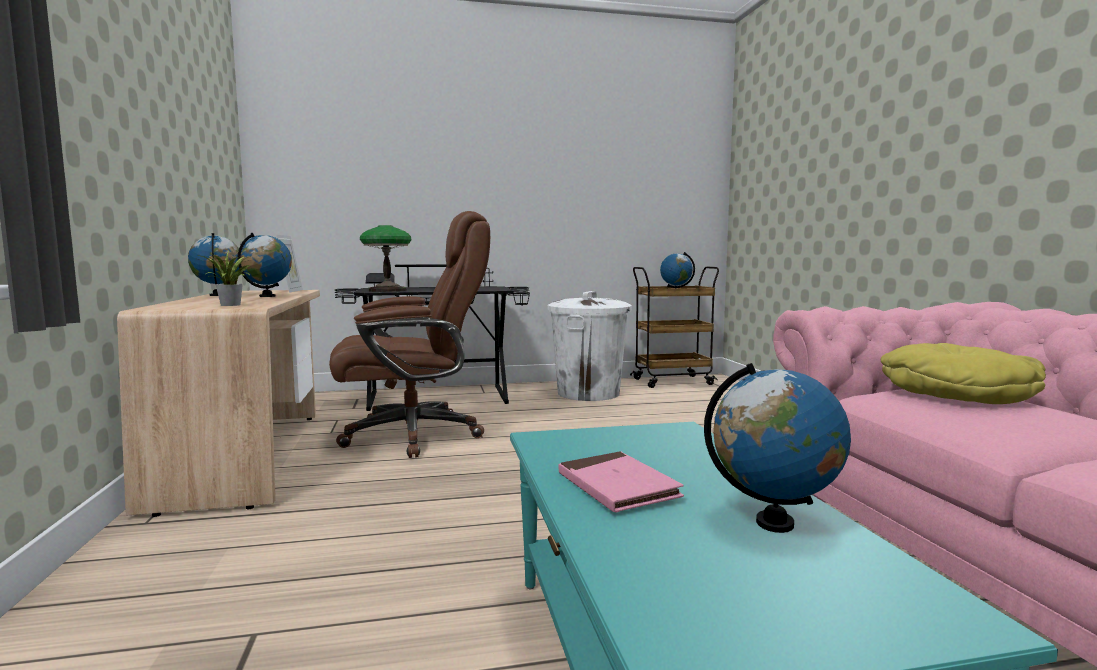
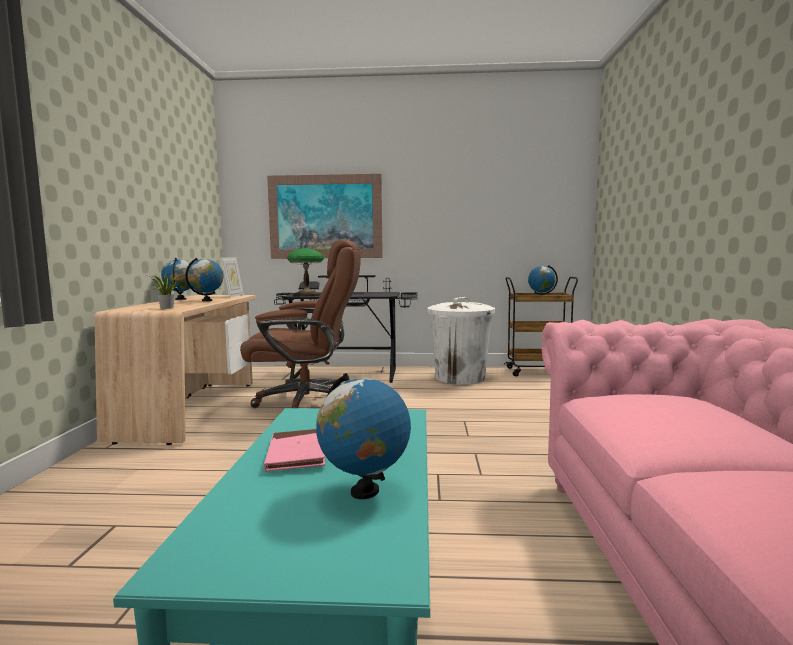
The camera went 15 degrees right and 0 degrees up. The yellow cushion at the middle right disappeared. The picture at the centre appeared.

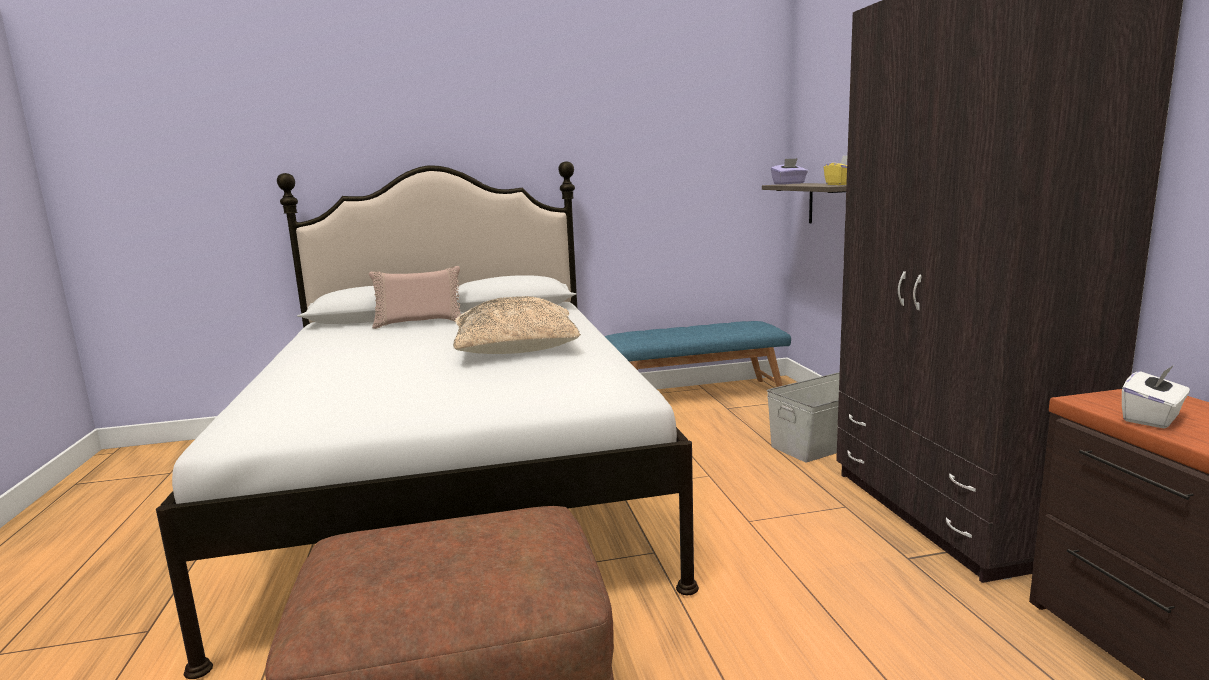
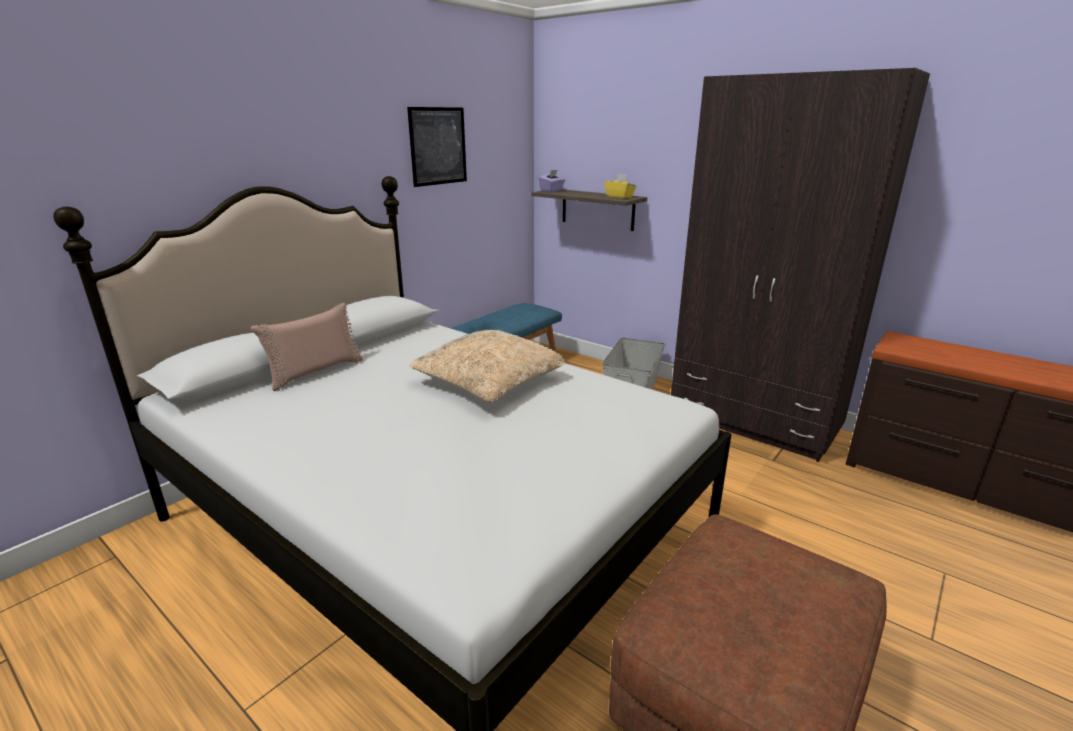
The camera went 40 degrees left and 10 degrees up. The white box of tissues at the middle right disappeared. The picture at the top centre appeared.

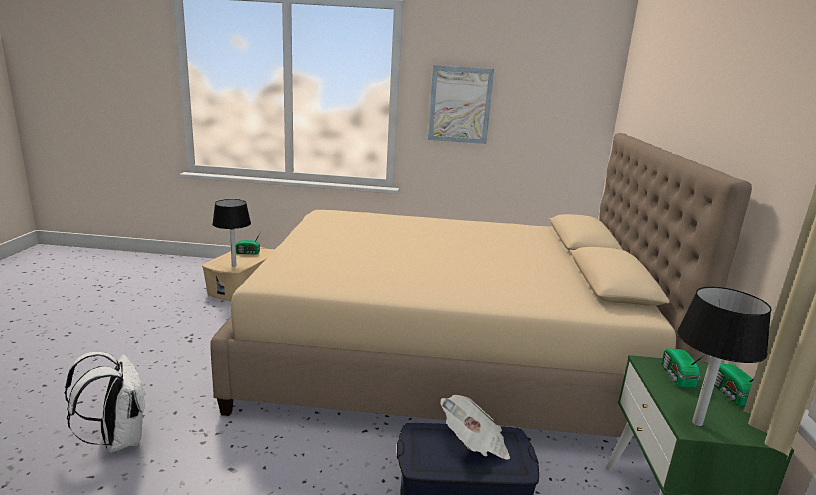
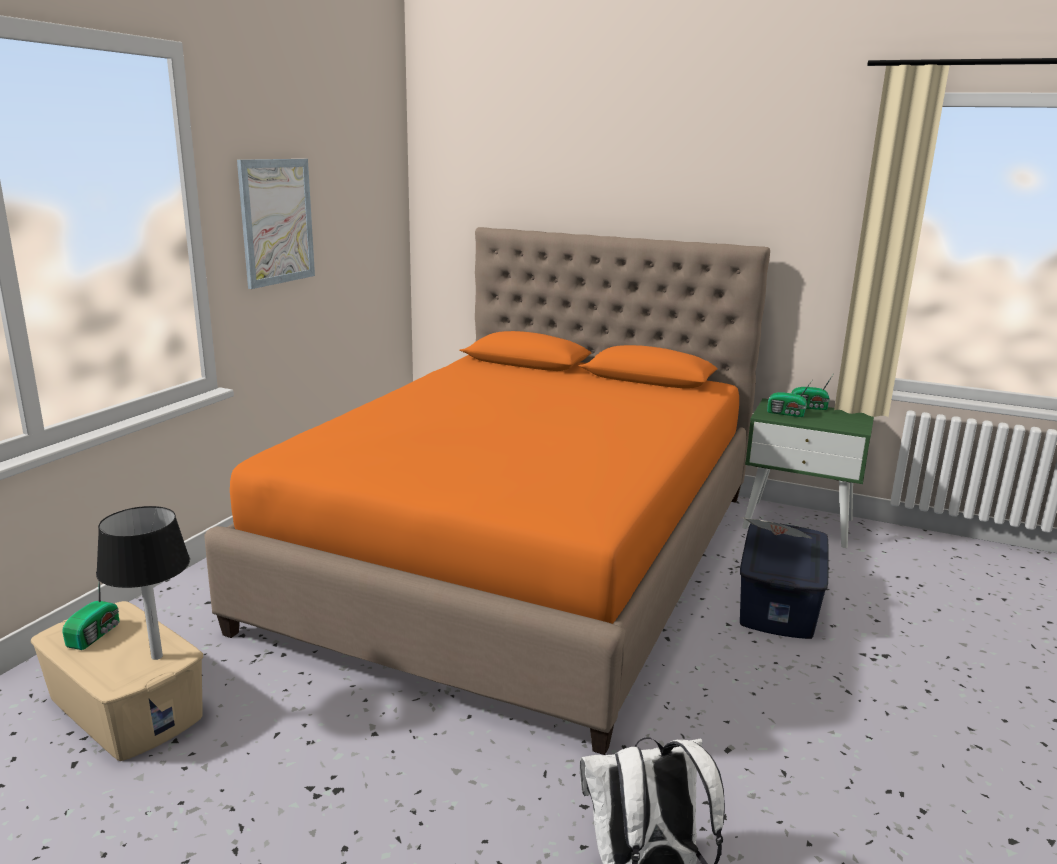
The camera went 70 degrees left and 0 degrees up. The beige bed at the centre became the orange bed at the centre. The blackish lamp for a table (no. 2 from left) at the bottom right disappeared.

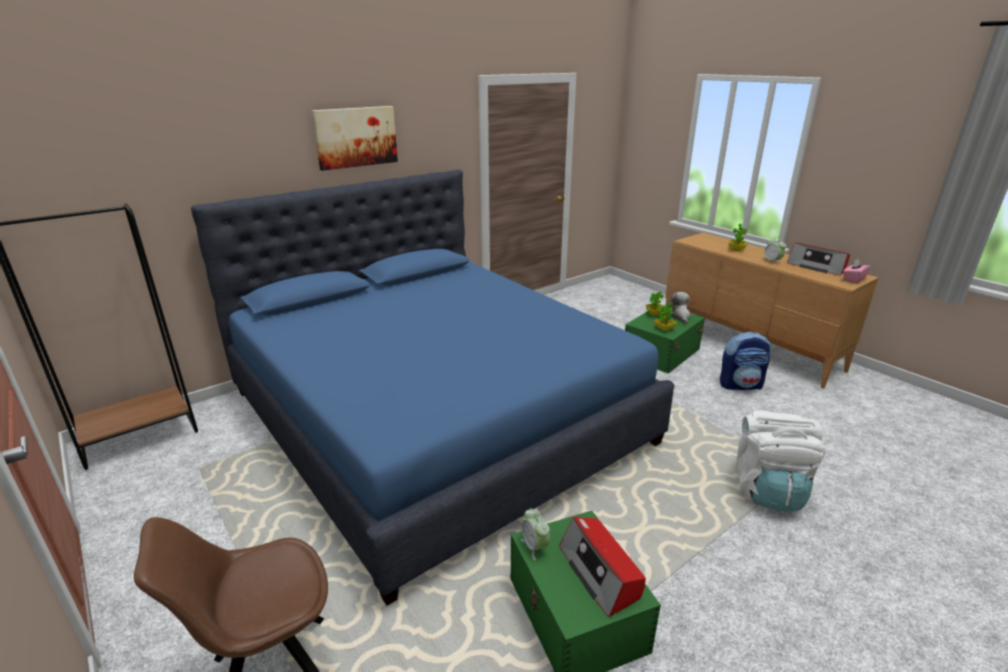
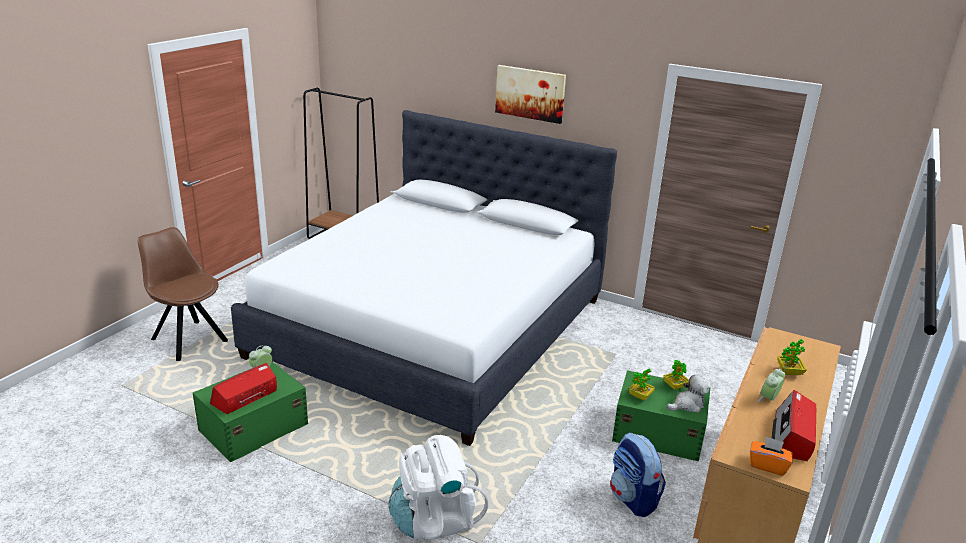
The camera went 65 degrees right and 0 degrees up. The blue bed at the centre became the white bed at the centre. The pinkish box of tissues at the middle right became the orange box of tissues at the bottom right.

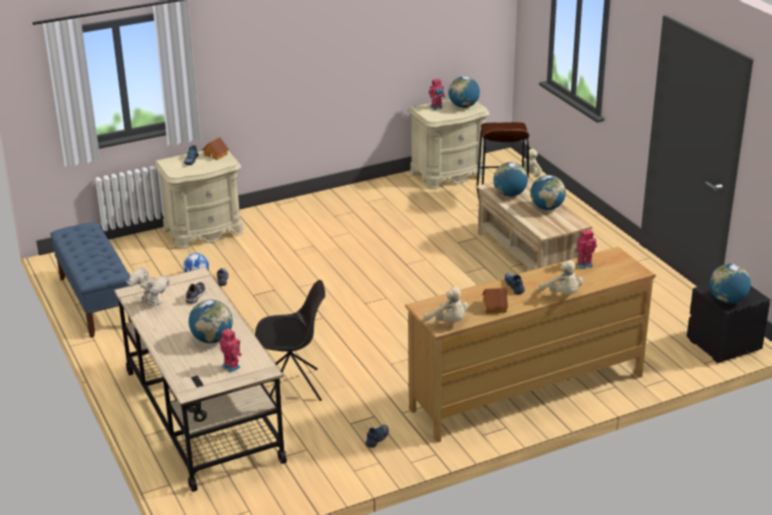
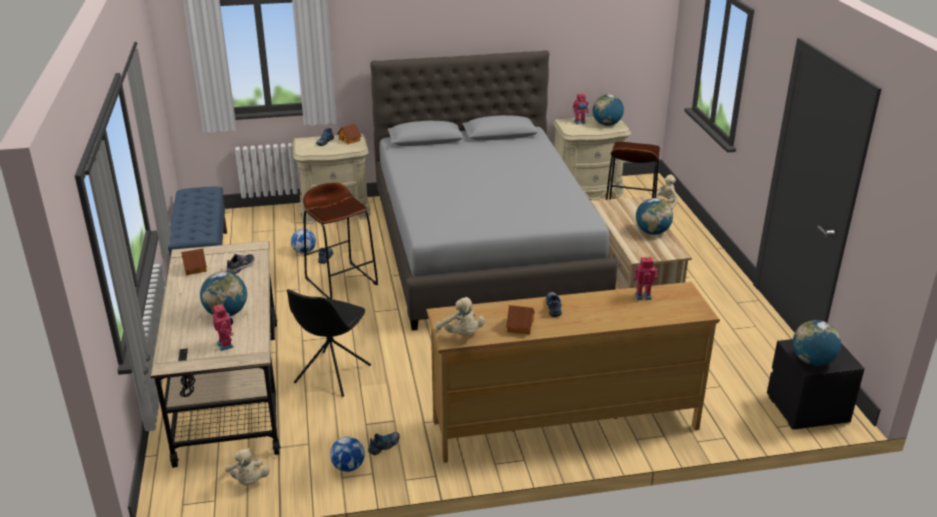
The camera went 15 degrees right and 0 degrees up. The model robot (no. 1 from left) at the middle left was replaced by the toy house (no. 1 from left) at the middle left. The blackish chair at the centre turned 105 degrees clockwise. The globe (no. 3 from left) at the centre disappeared. The beige plush toy (no. 3 from left in the first image) moved from the middle right to the bottom left. The brown stool (no. 1 from left) at the centre appeared. The football ball (no. 2 from left) at the bottom centre appeared. The grey bed at the centre appeared.

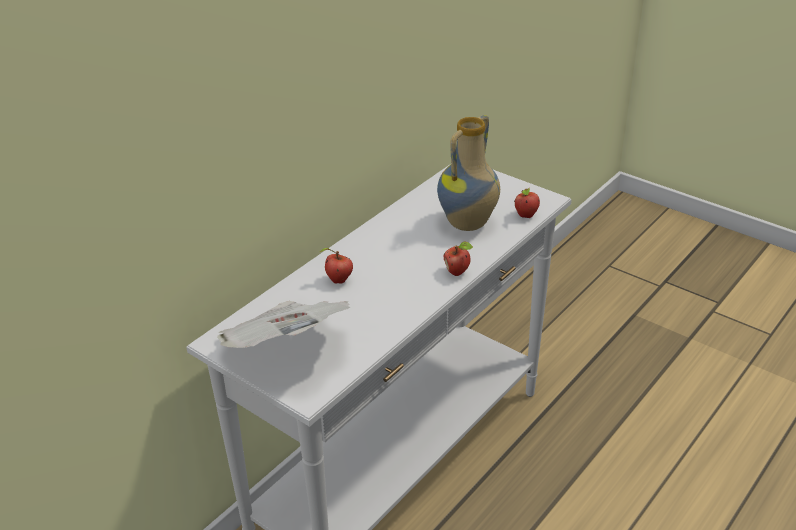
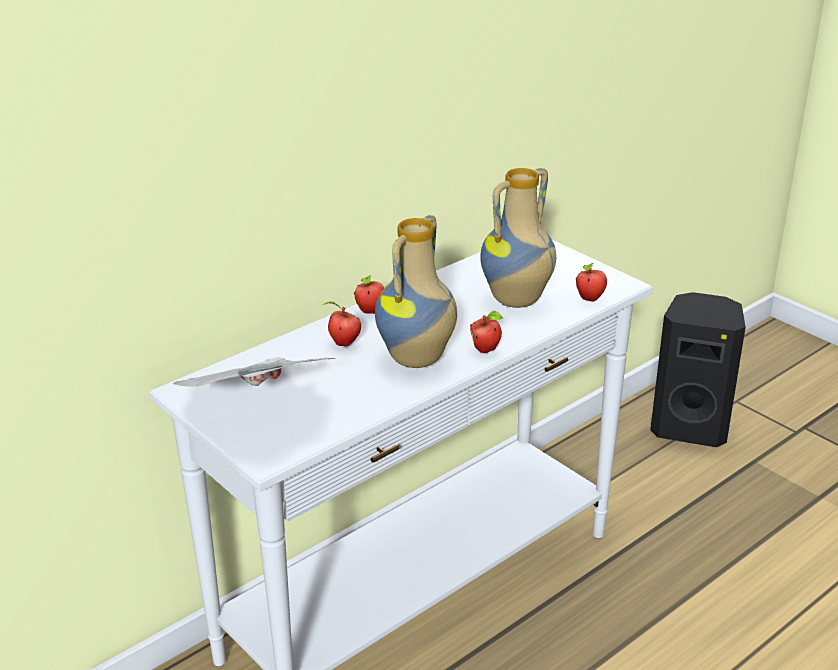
The camera went 10 degrees right and 5 degrees down. The apple fruit (no. 2 from left) at the centre appeared. The flower vase (no. 1 from left) at the centre appeared. The blackish speaker at the middle right appeared.

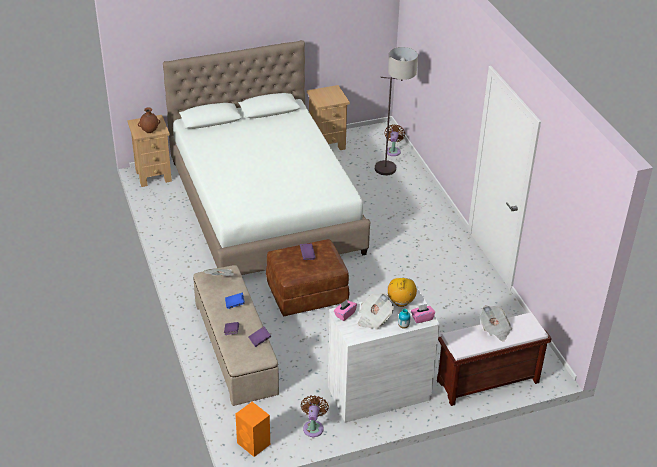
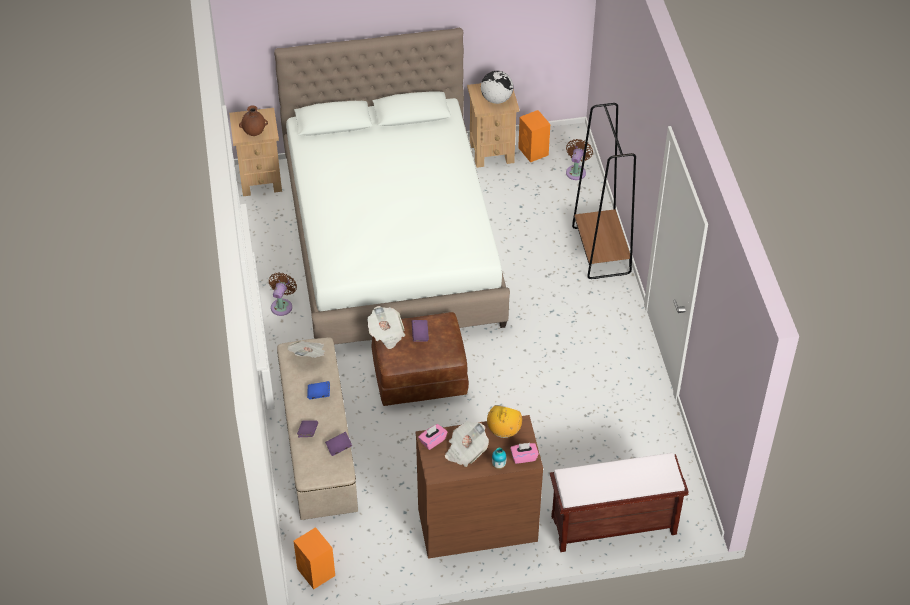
The camera went 10 degrees right and 10 degrees up. The brown electric fan (no. 1 from left) moved from the bottom centre to the middle left. The white dresser at the bottom centre became the brown dresser at the bottom centre. The grey standard lamp at the top centre disappeared. The printed paper (no. 3 from left in the first image) moved from the bottom right to the centre. The globe at the top centre appeared. The orange speaker (no. 2 from left) at the top centre appeared. The garment stand at the top centre appeared.

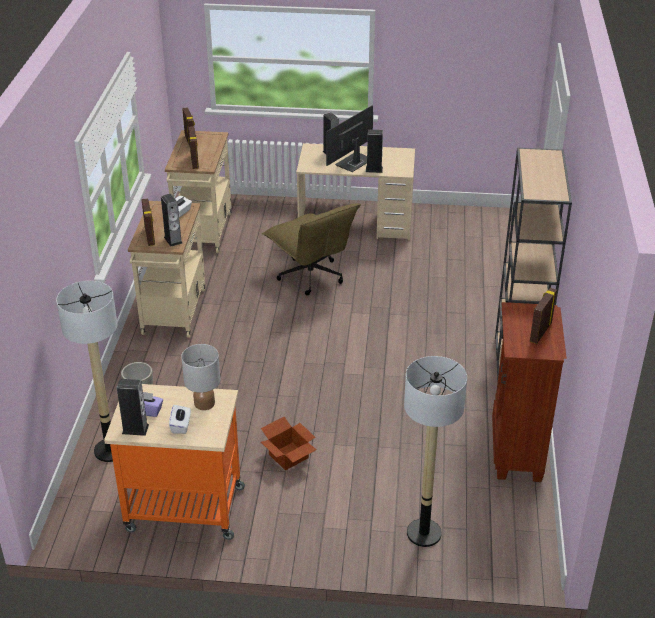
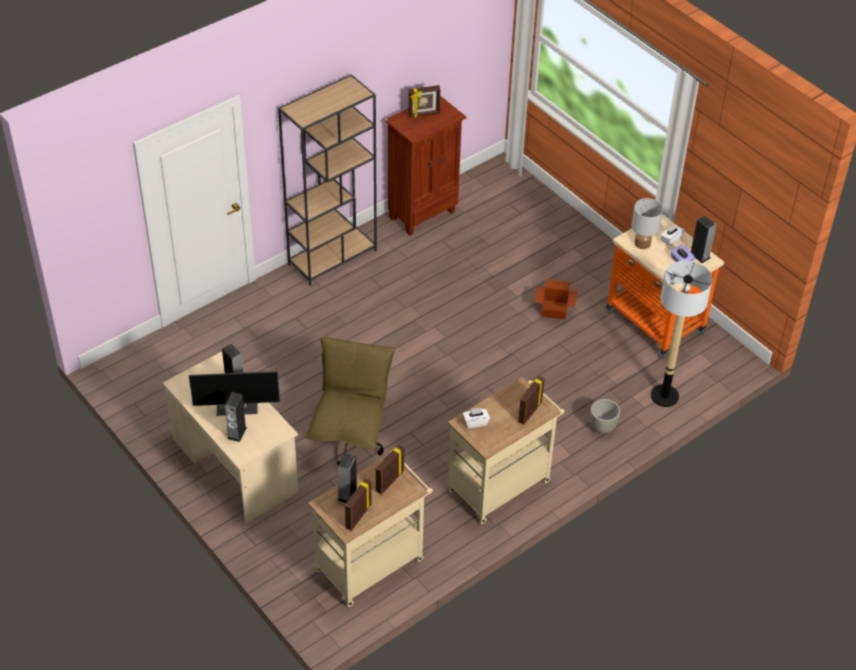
The camera went 135 degrees left and 10 degrees up. The speaker (no. 2 from left in the first image) moved from the middle left to the bottom centre. The standard lamp (no. 2 from left) at the bottom centre disappeared.

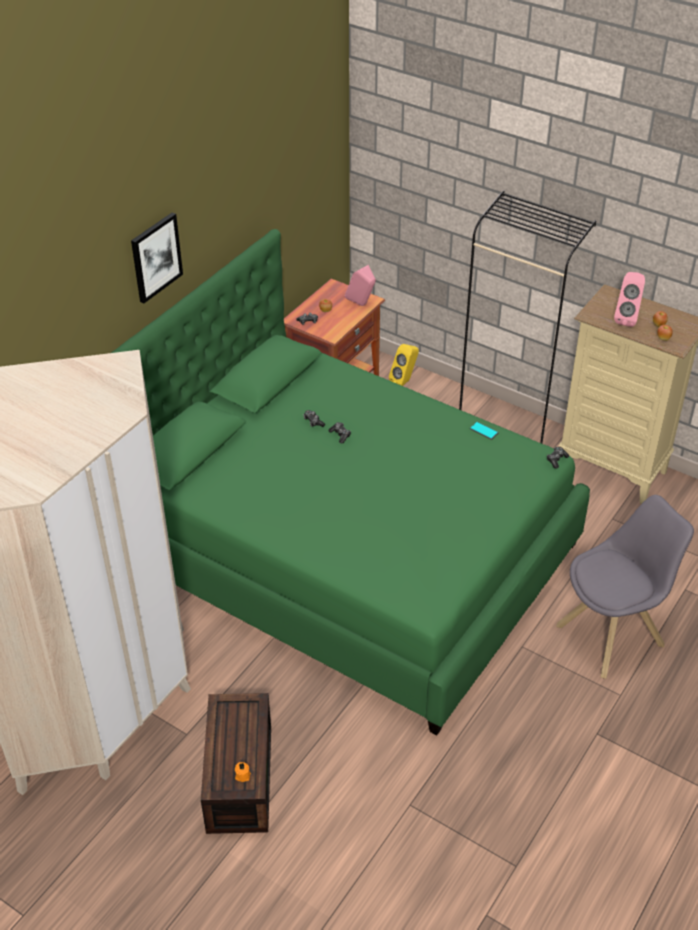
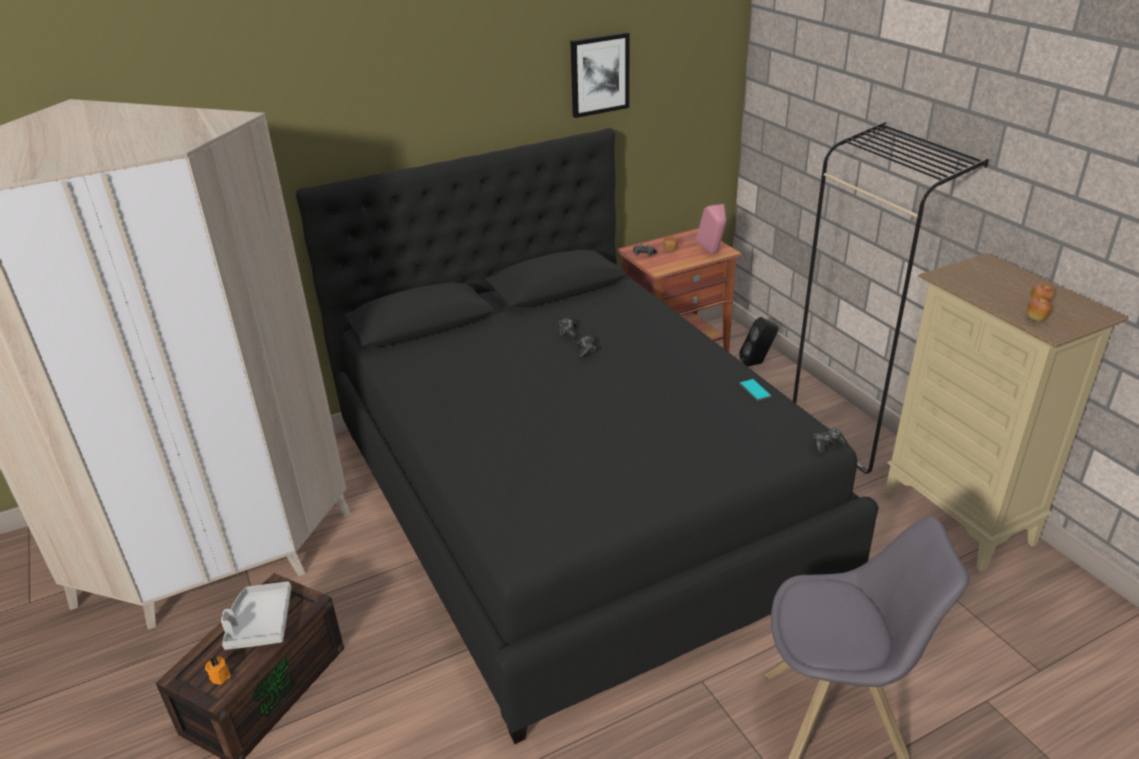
The camera went 30 degrees right and 10 degrees down. The green bed at the centre became the blackish bed at the centre. The picture moved from the top left to the top centre. The yellow speaker at the centre became the blackish speaker at the centre. The pinkish speaker (no. 2 from left) at the top right disappeared. The grey serving tray at the bottom left appeared.

